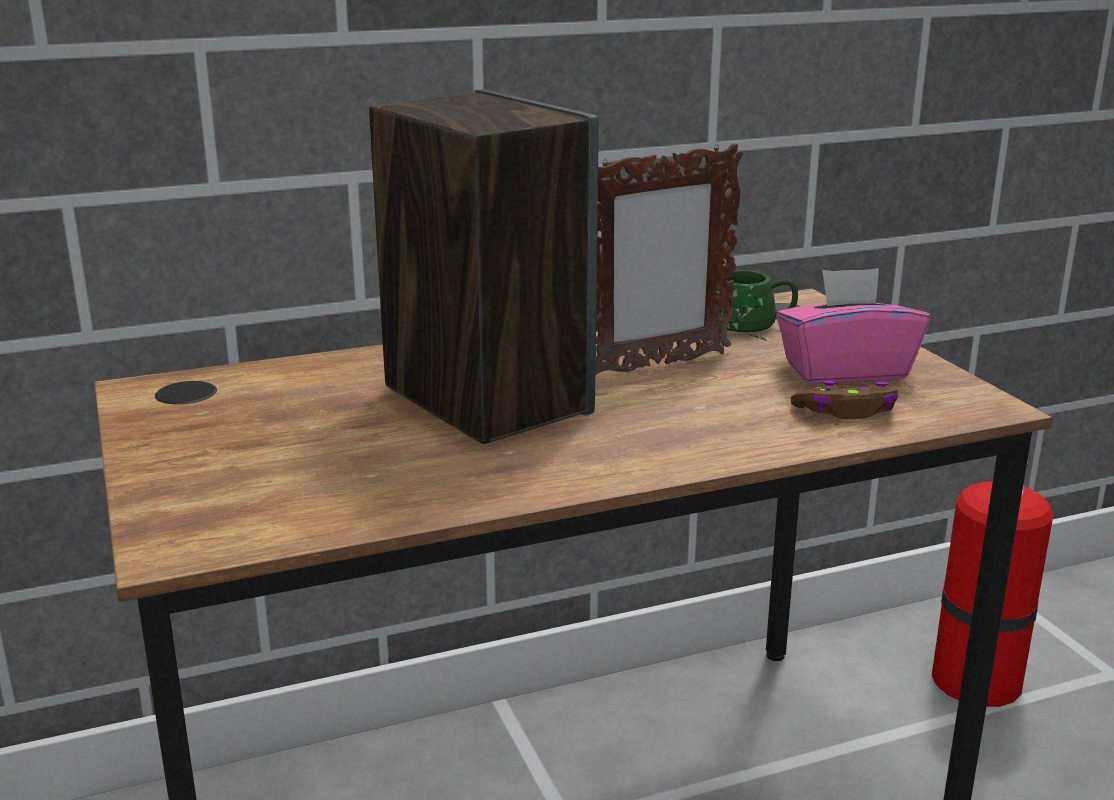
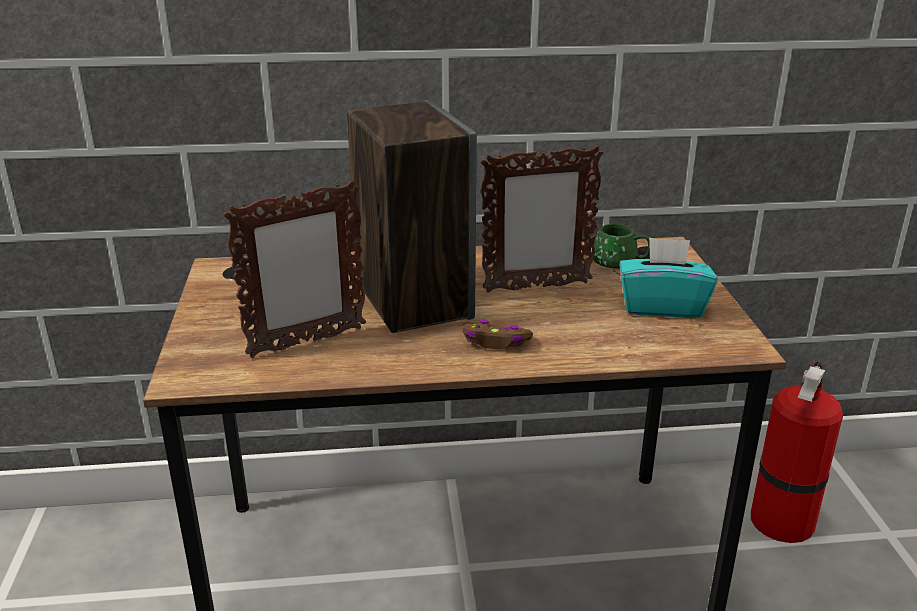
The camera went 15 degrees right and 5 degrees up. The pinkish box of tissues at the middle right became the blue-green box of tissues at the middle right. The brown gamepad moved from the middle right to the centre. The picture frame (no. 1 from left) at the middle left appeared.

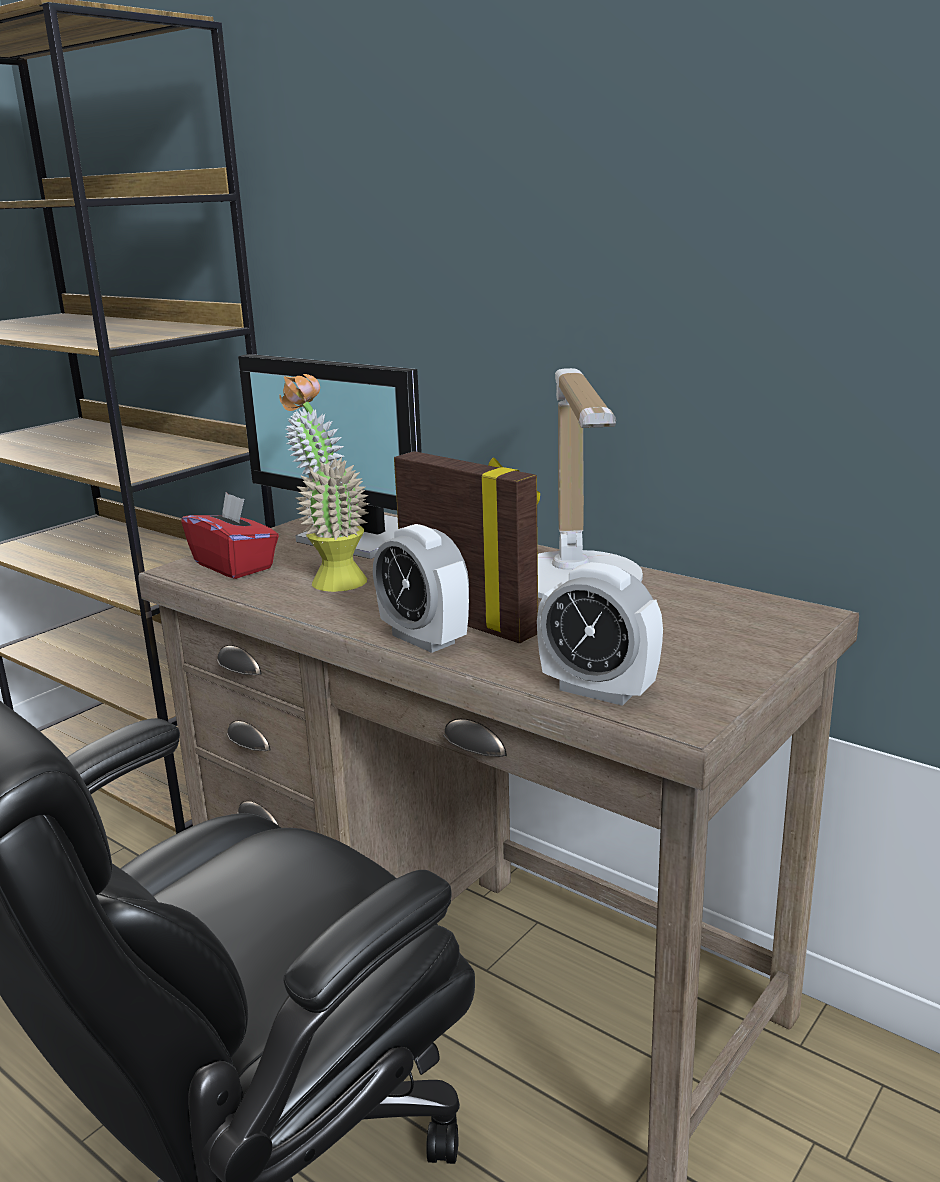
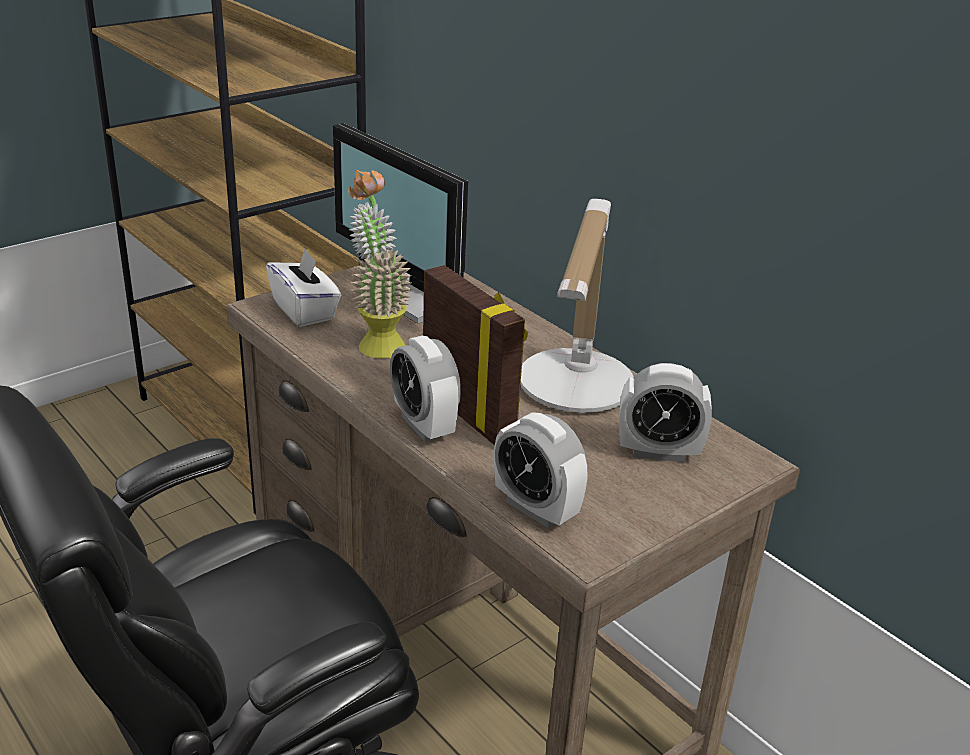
The camera went 10 degrees right and 10 degrees up. The red box of tissues at the middle left became the white box of tissues at the middle left. The table clock (no. 3 from left) at the middle right appeared.

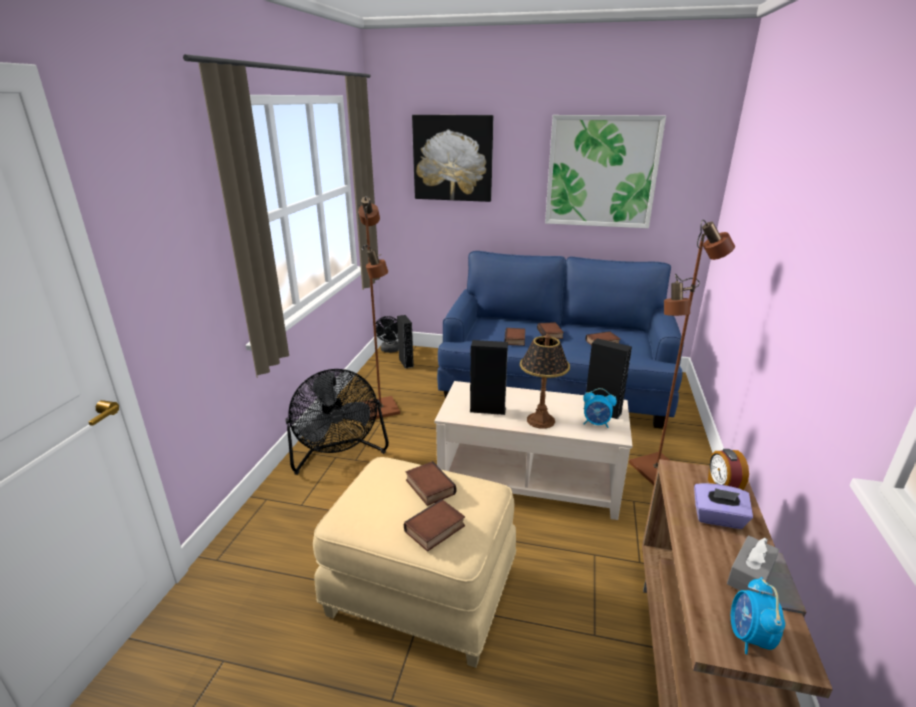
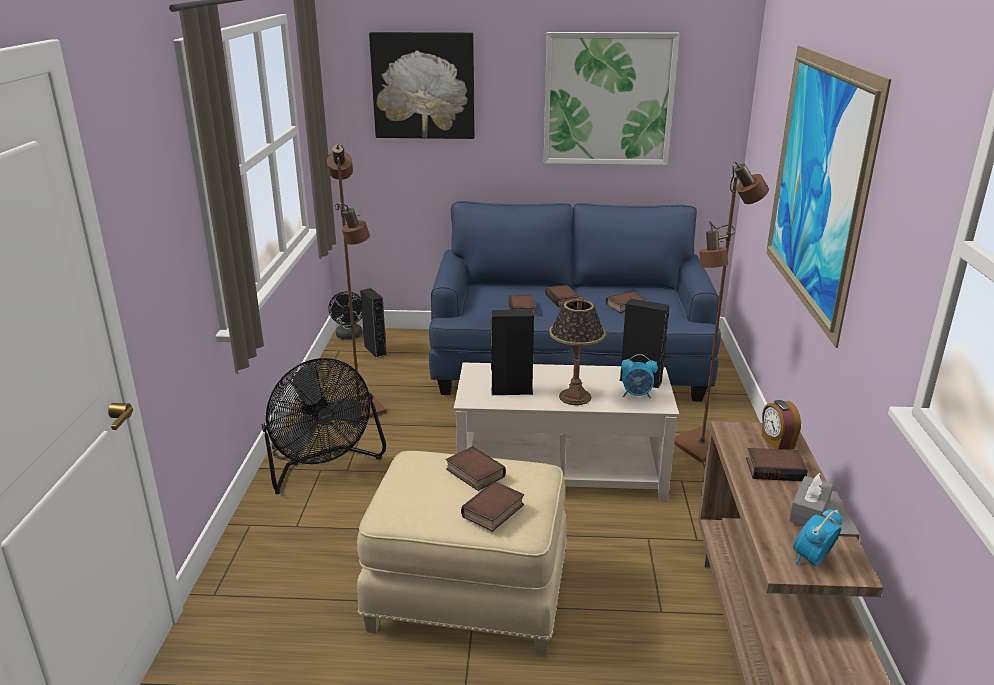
The camera went 10 degrees left and 0 degrees up. The purplish box of tissues at the bottom right was replaced by the volume (no. 6 from left) at the bottom right. The table clock (no. 3 from left) at the bottom right turned 45 degrees clockwise. The picture (no. 3 from left) at the top right appeared.

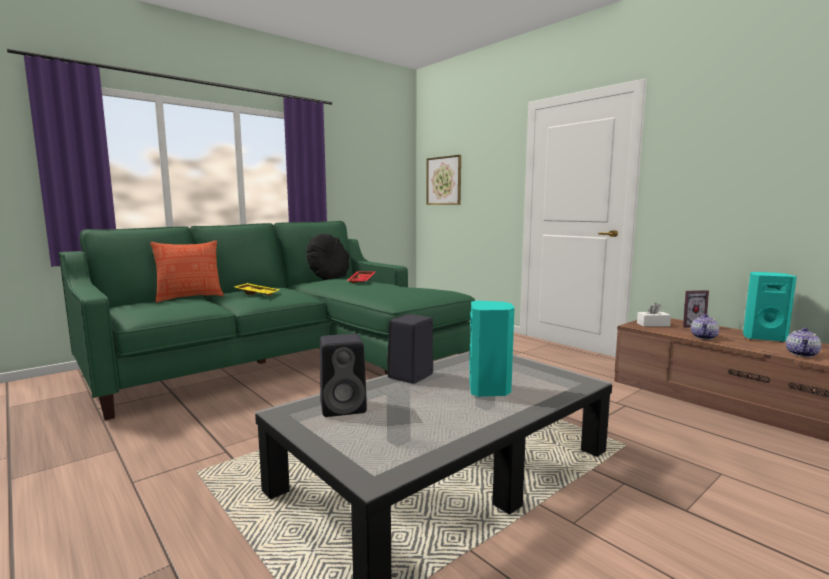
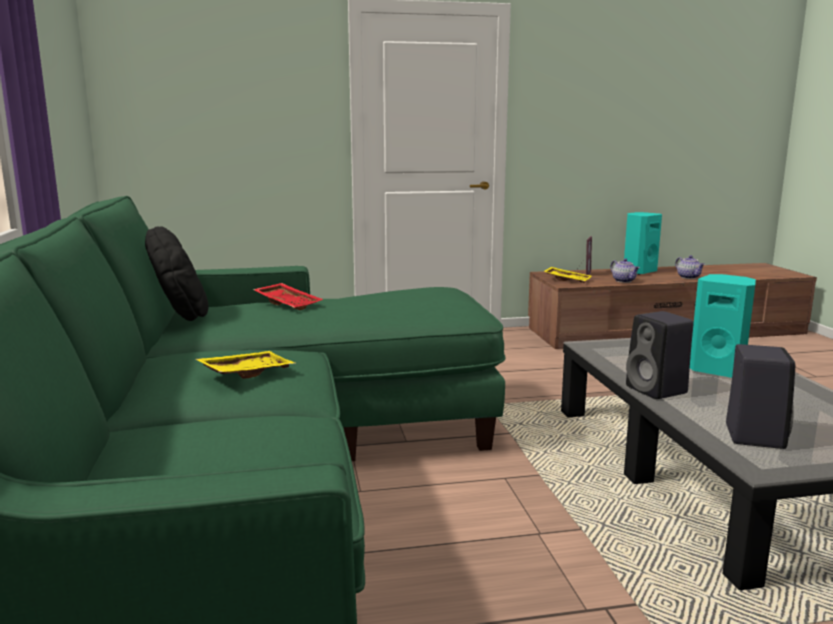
The camera went 60 degrees left and 5 degrees up. The orange cushion at the middle left disappeared. The picture at the top centre disappeared. The white box of tissues at the middle right was replaced by the yellow serving tray (no. 2 from left) at the middle right.

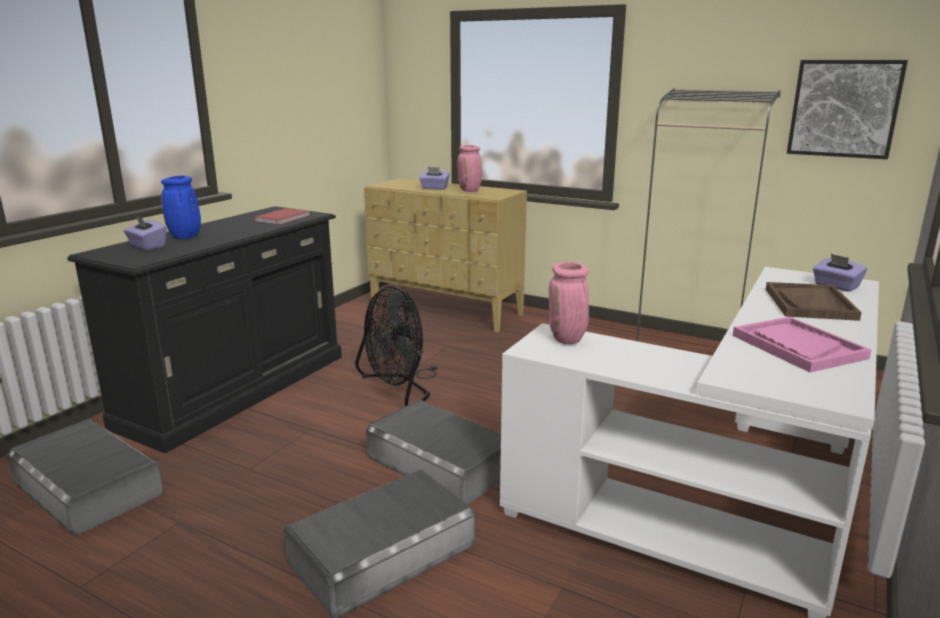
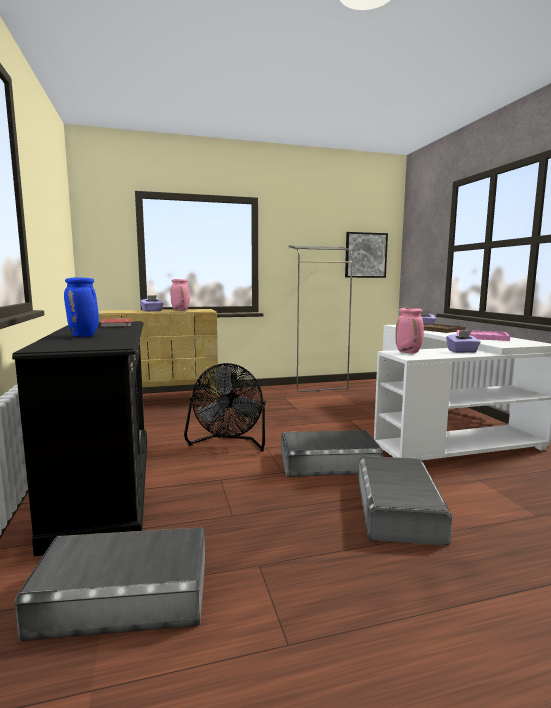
The camera went 45 degrees left and 10 degrees down. The purplish box of tissues (no. 1 from left in the first image) moved from the middle left to the middle right.

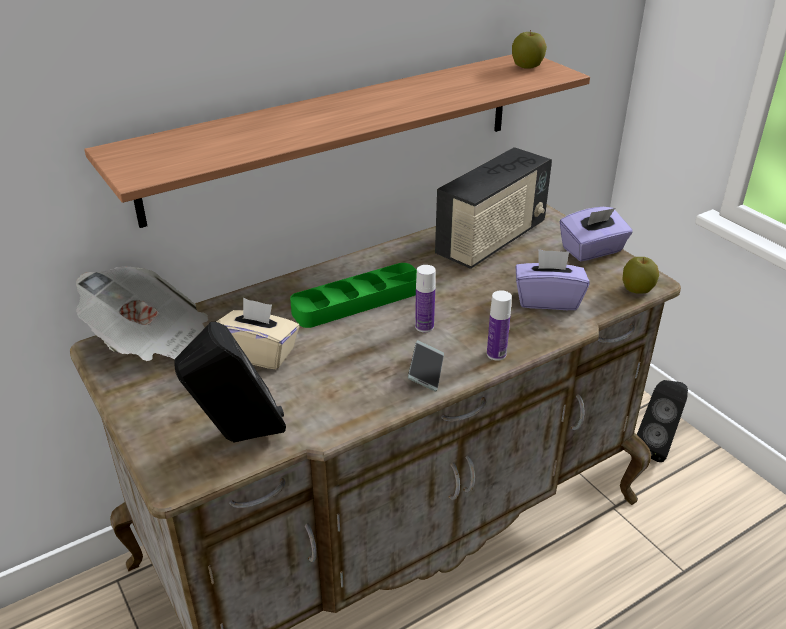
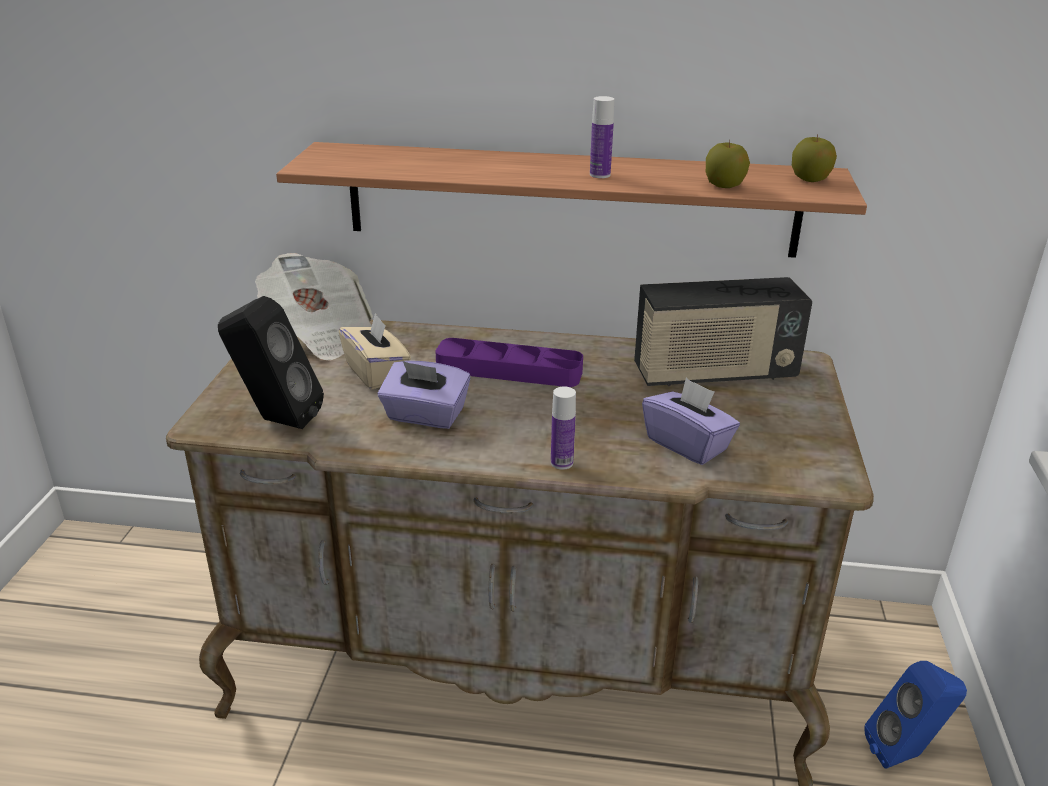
The camera went 40 degrees right and 5 degrees down. The green serving tray at the centre became the purplish serving tray at the centre. The handset at the centre disappeared. The beverage bottle (no. 1 from left in the first image) moved from the centre to the top centre. The purplish box of tissues (no. 2 from left in the first image) moved from the middle right to the centre. The apple fruit (no. 2 from left in the first image) moved from the middle right to the top right. The blackish speaker (no. 2 from left) at the bottom right became the blue speaker at the bottom right.

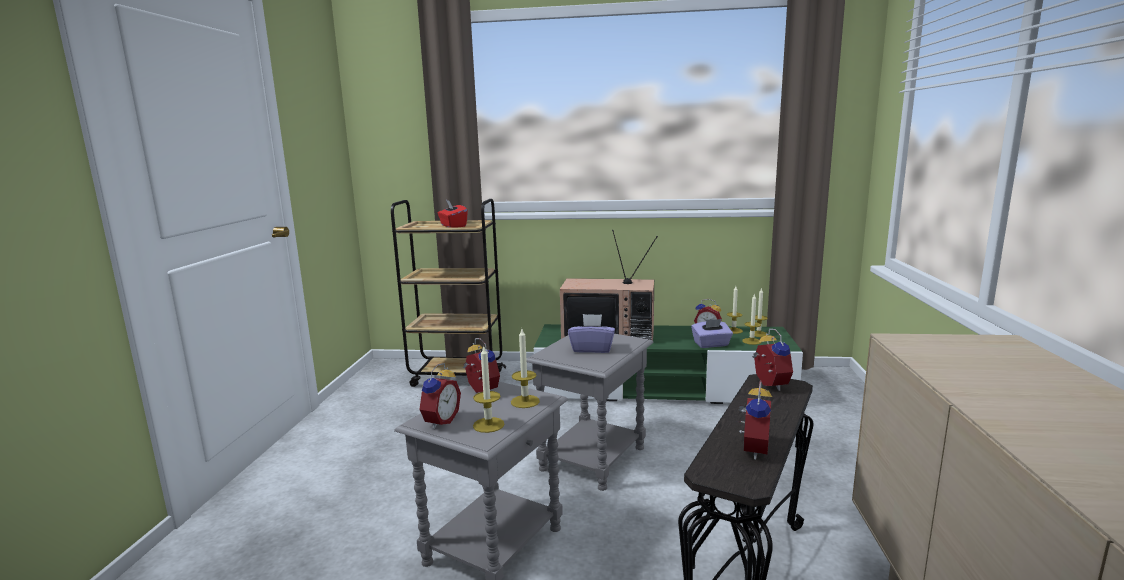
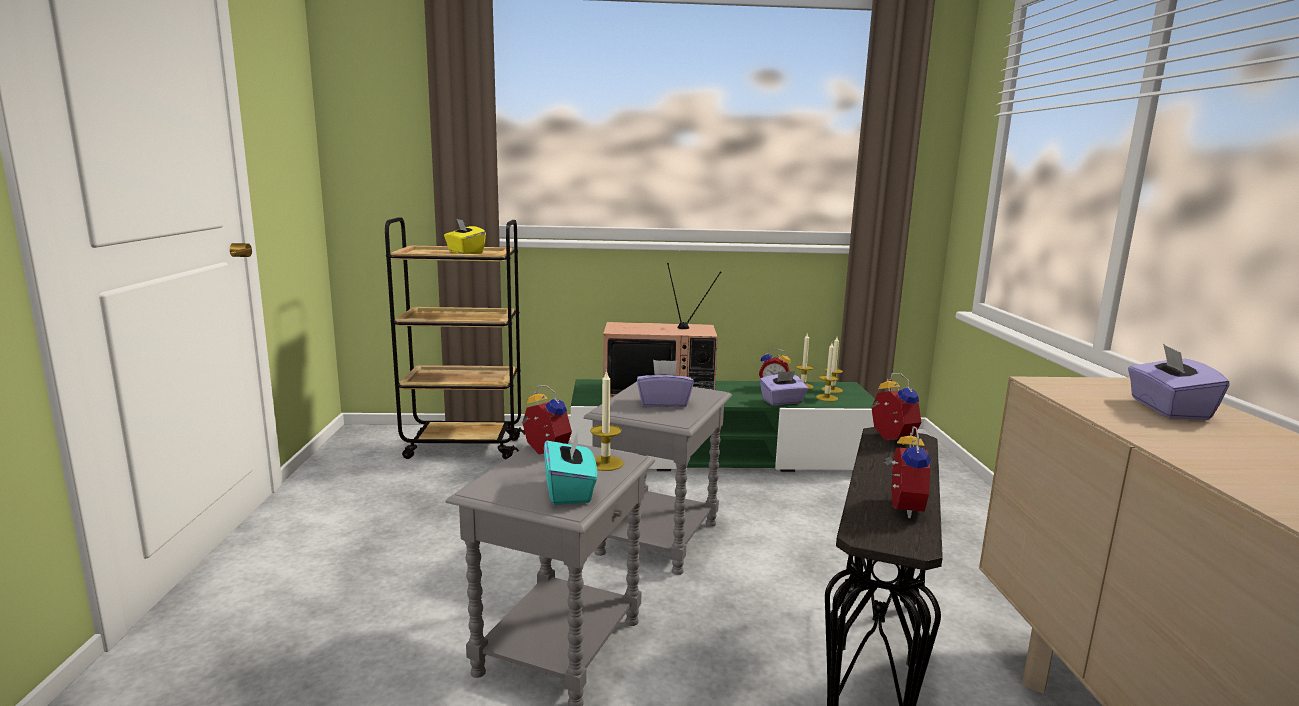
The camera went 10 degrees left and 0 degrees up. The table clock (no. 1 from left) at the bottom centre disappeared. The red box of tissues at the centre became the yellow box of tissues at the centre. The wax candle (no. 1 from left) at the bottom centre was replaced by the blue-green box of tissues at the centre. The purplish box of tissues (no. 3 from left) at the middle right appeared.

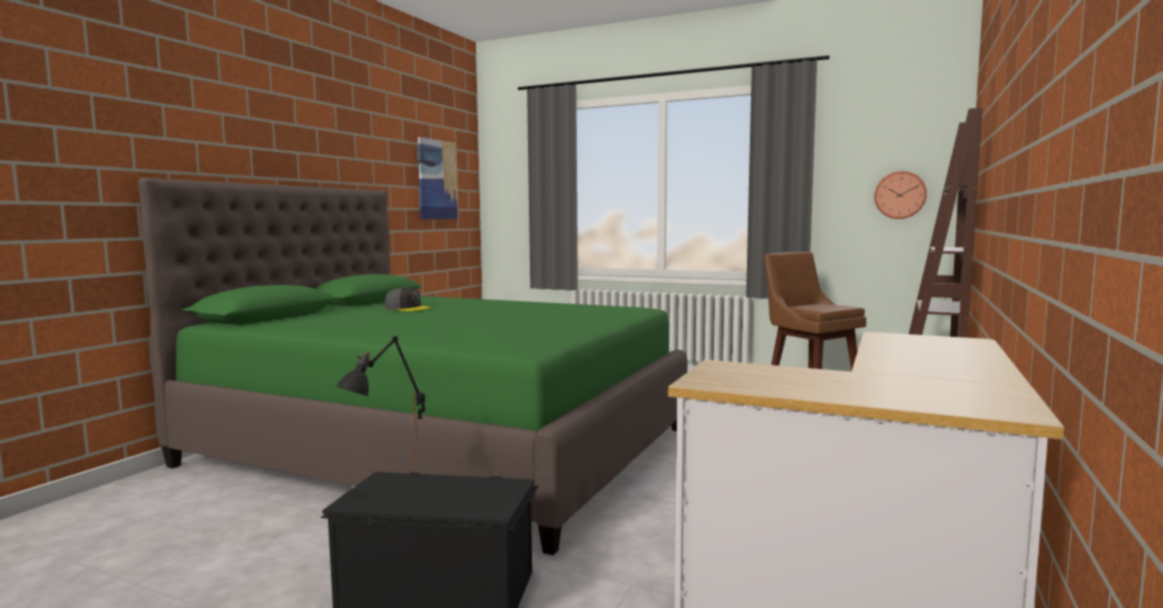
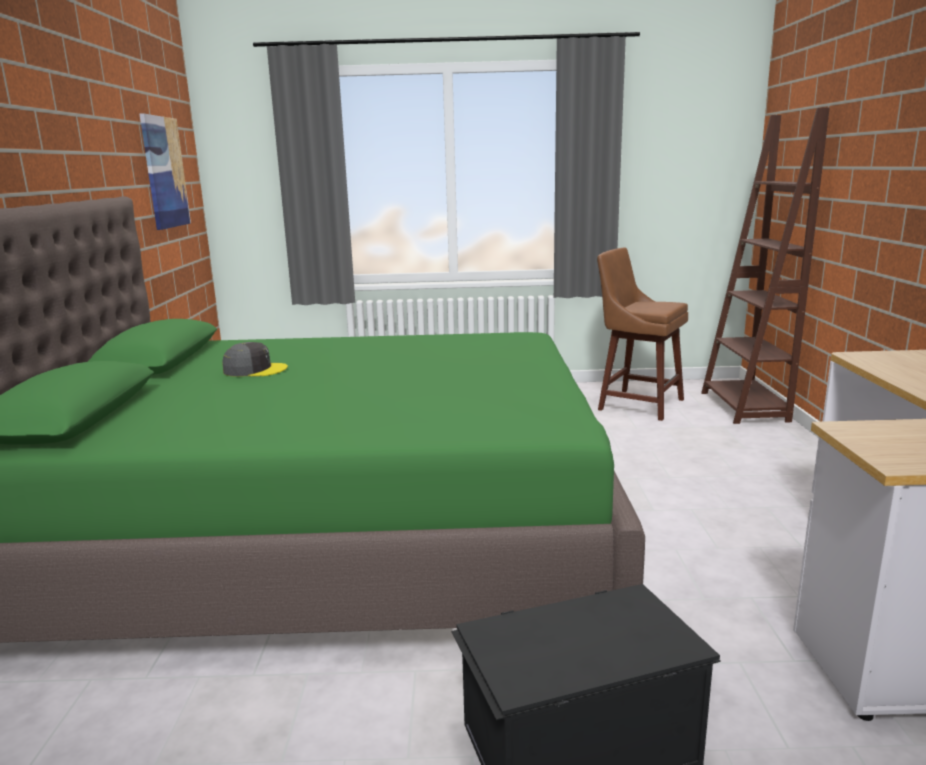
The camera went 25 degrees left and 10 degrees up. The blackish lamp for a table at the middle left disappeared. The wall clock at the top right disappeared.

